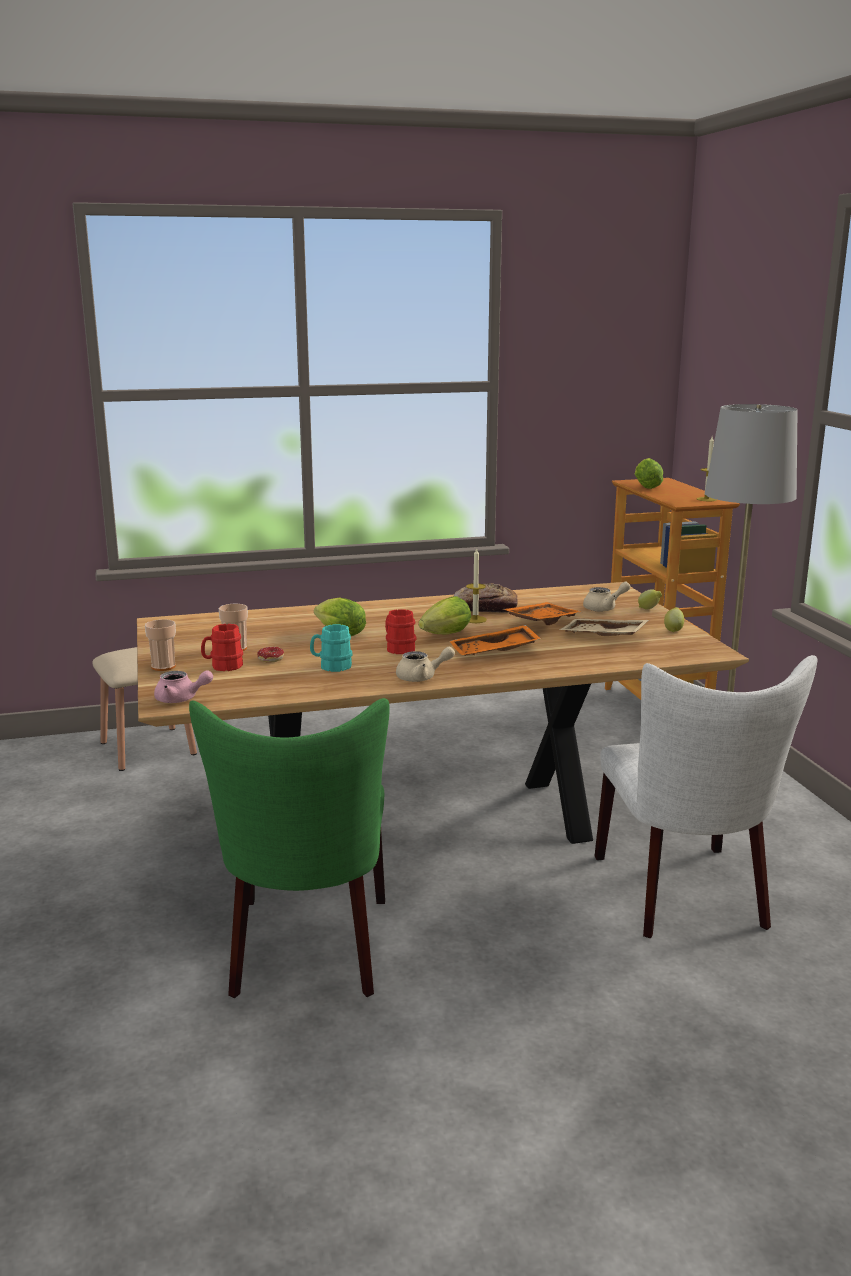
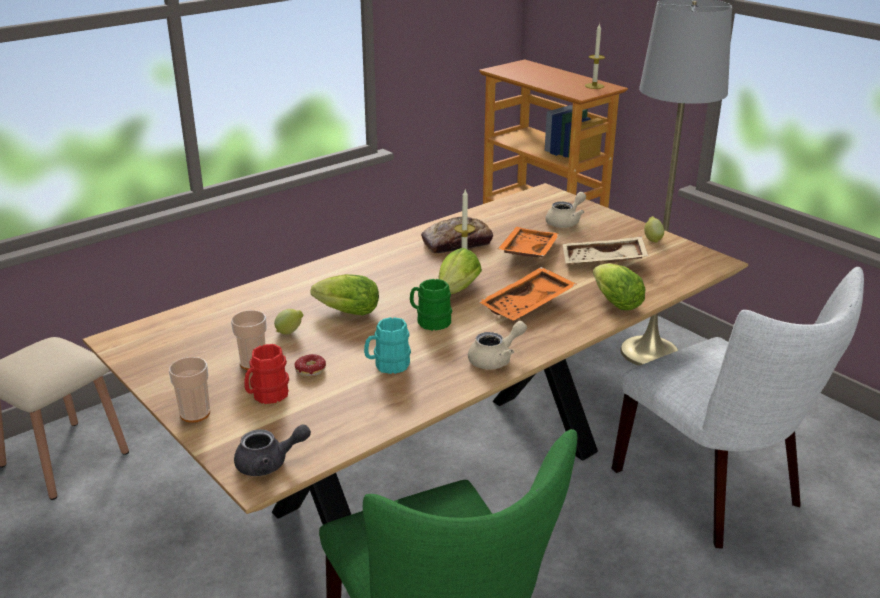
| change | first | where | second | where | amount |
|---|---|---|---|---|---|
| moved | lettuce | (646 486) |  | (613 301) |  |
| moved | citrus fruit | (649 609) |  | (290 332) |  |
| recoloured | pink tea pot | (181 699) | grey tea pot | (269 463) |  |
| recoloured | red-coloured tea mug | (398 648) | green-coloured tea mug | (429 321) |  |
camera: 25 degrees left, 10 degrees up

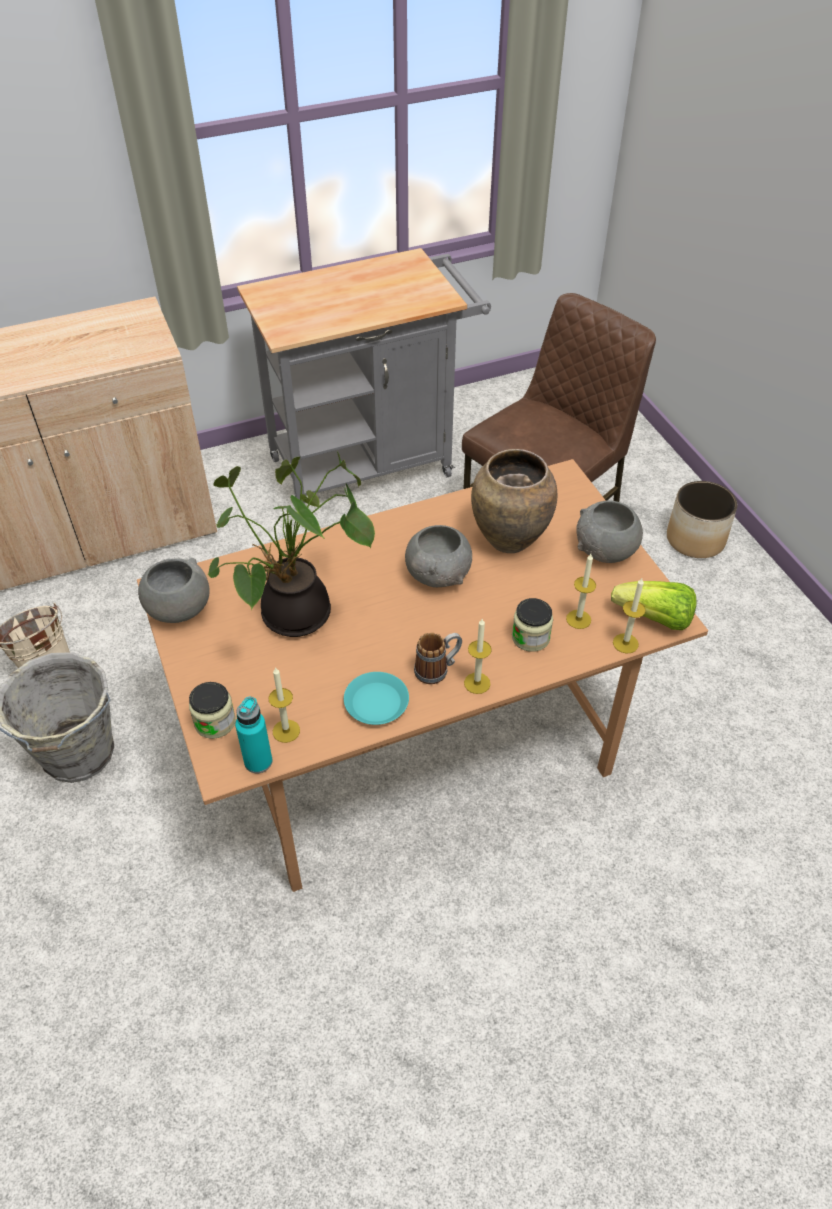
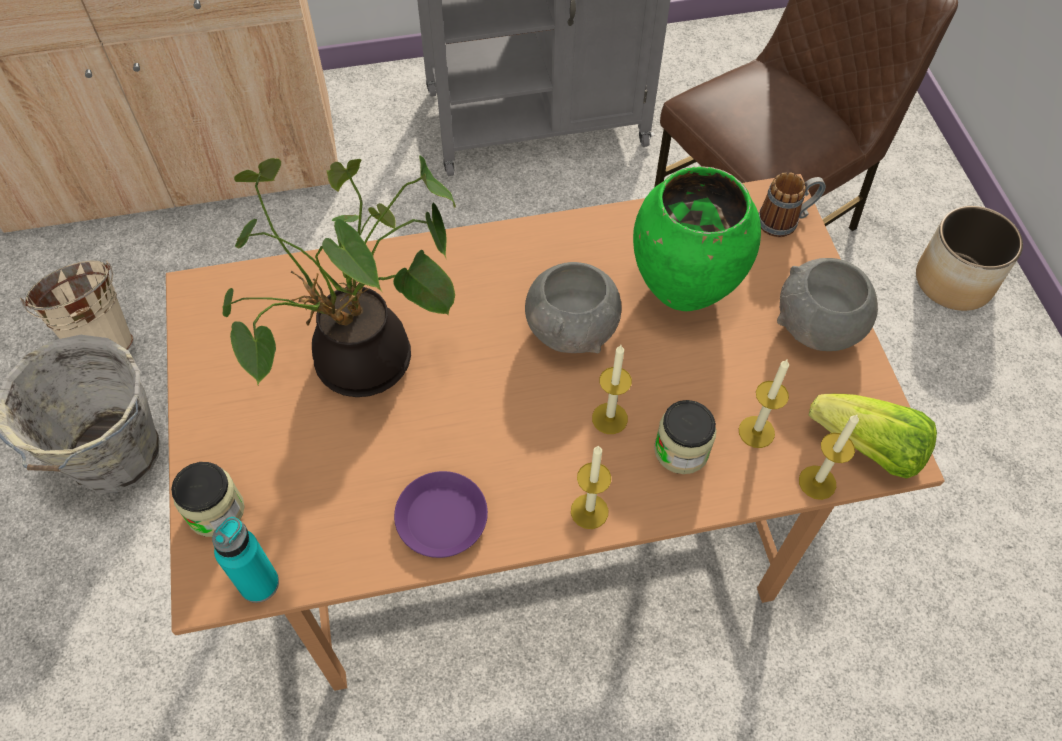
| change | first | where | second | where | amount |
|---|---|---|---|---|---|
| removed | grey serving bowl | (178 609) |  |  |  |
| moved | wax light | (286 731) |  | (609 418) |  |
| moved | tea mug | (437 669) |  | (785 221) |  |
| recoloured | turquoise plate | (377 702) | purplish plate | (442 518) |  |
| recoloured | brown-coloured decorative vase | (508 539) | green-coloured decorative vase | (682 288) |  |
camera: 10 degrees right, 10 degrees up

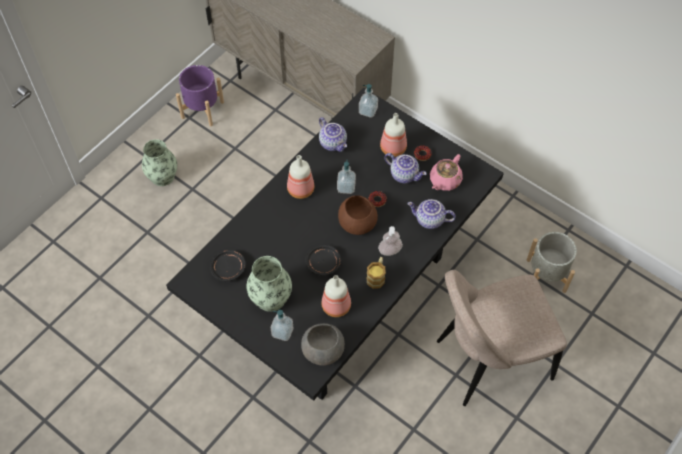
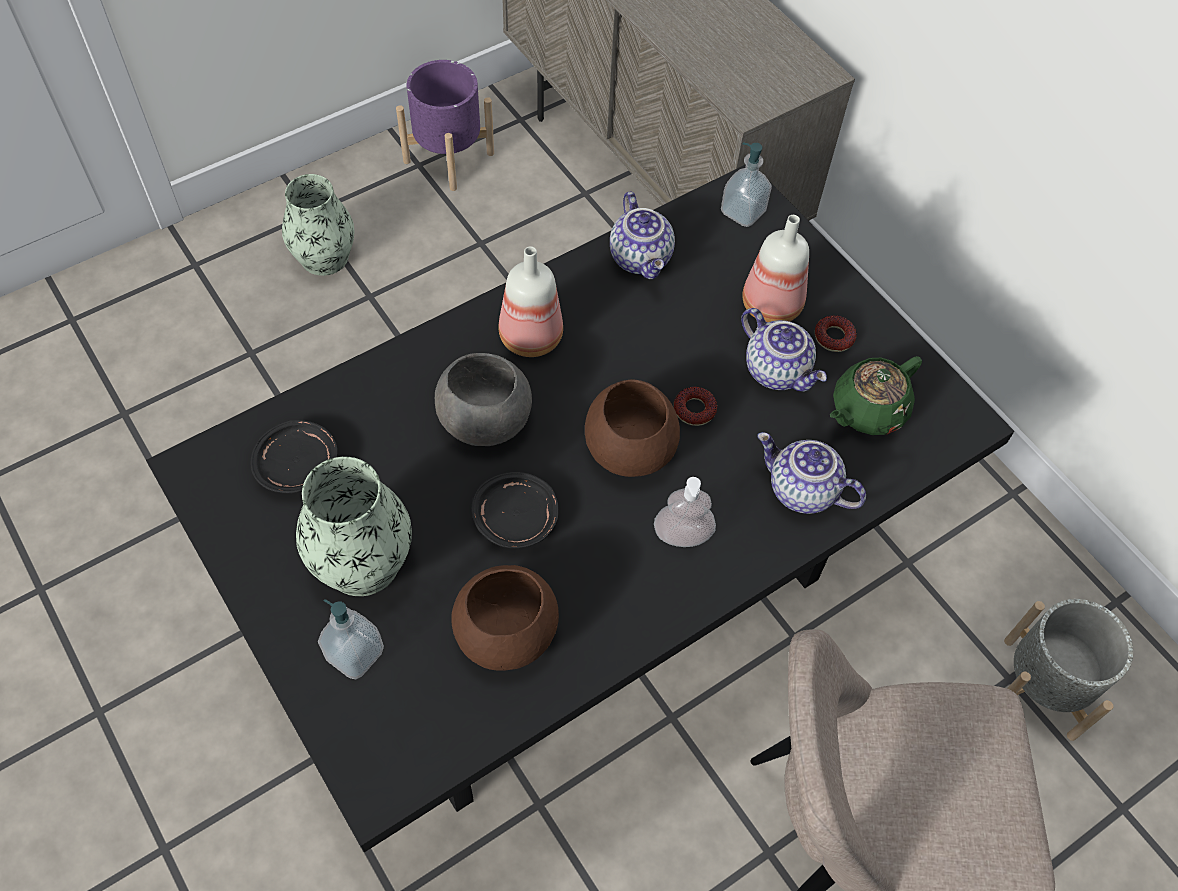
| change | first | where | second | where | amount |
|---|---|---|---|---|---|
| removed | soap bottle | (346 187) |  |  |  |
| removed | tea mug | (377 276) |  |  |  |
| moved | grey serving bowl | (322 350) |  | (482 418) |  |
| replaced | beverage bottle | (337 306) | brown-coloured serving bowl | (508 631) |  |
| recoloured | pink tea pot | (444 181) | green-coloured tea pot | (867 410) |  |
camera: 15 degrees right, 0 degrees up

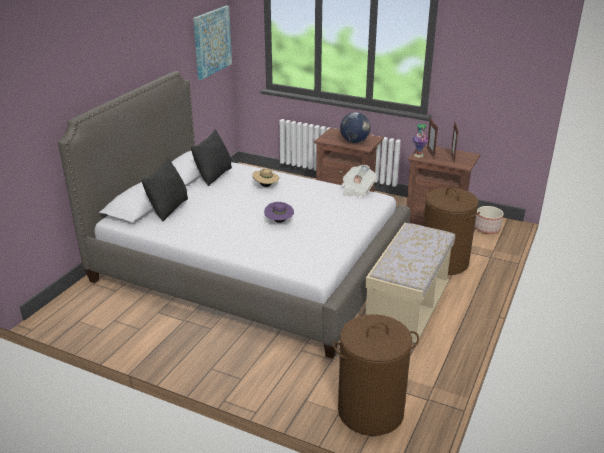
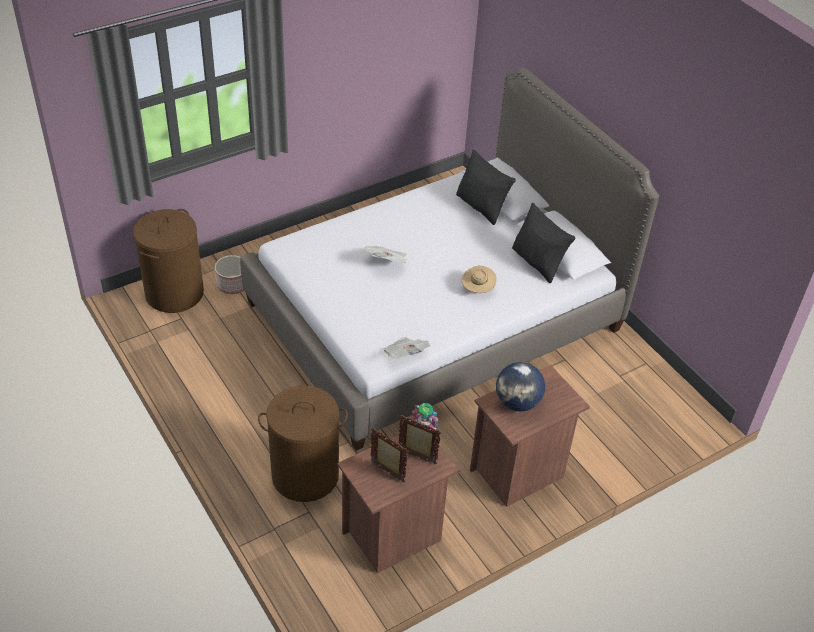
| change | first | where | second | where | amount |
|---|---|---|---|---|---|
| removed | picture | (212 42) |  |  |  |
| removed | beige long seat | (407 309) |  |  |  |
| moved | plant pot | (487 229) |  | (233 284) |  |
| replaced | purplish hat | (279 221) | daily paper | (387 262) |  |
camera: 120 degrees right, 15 degrees up

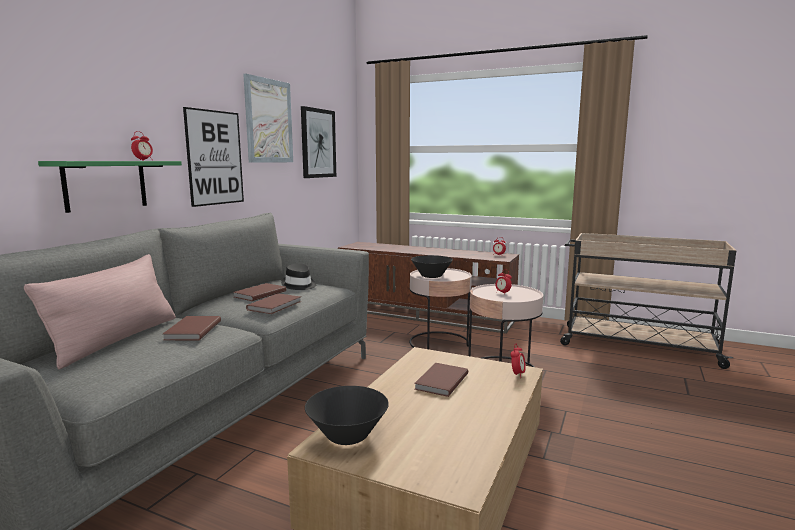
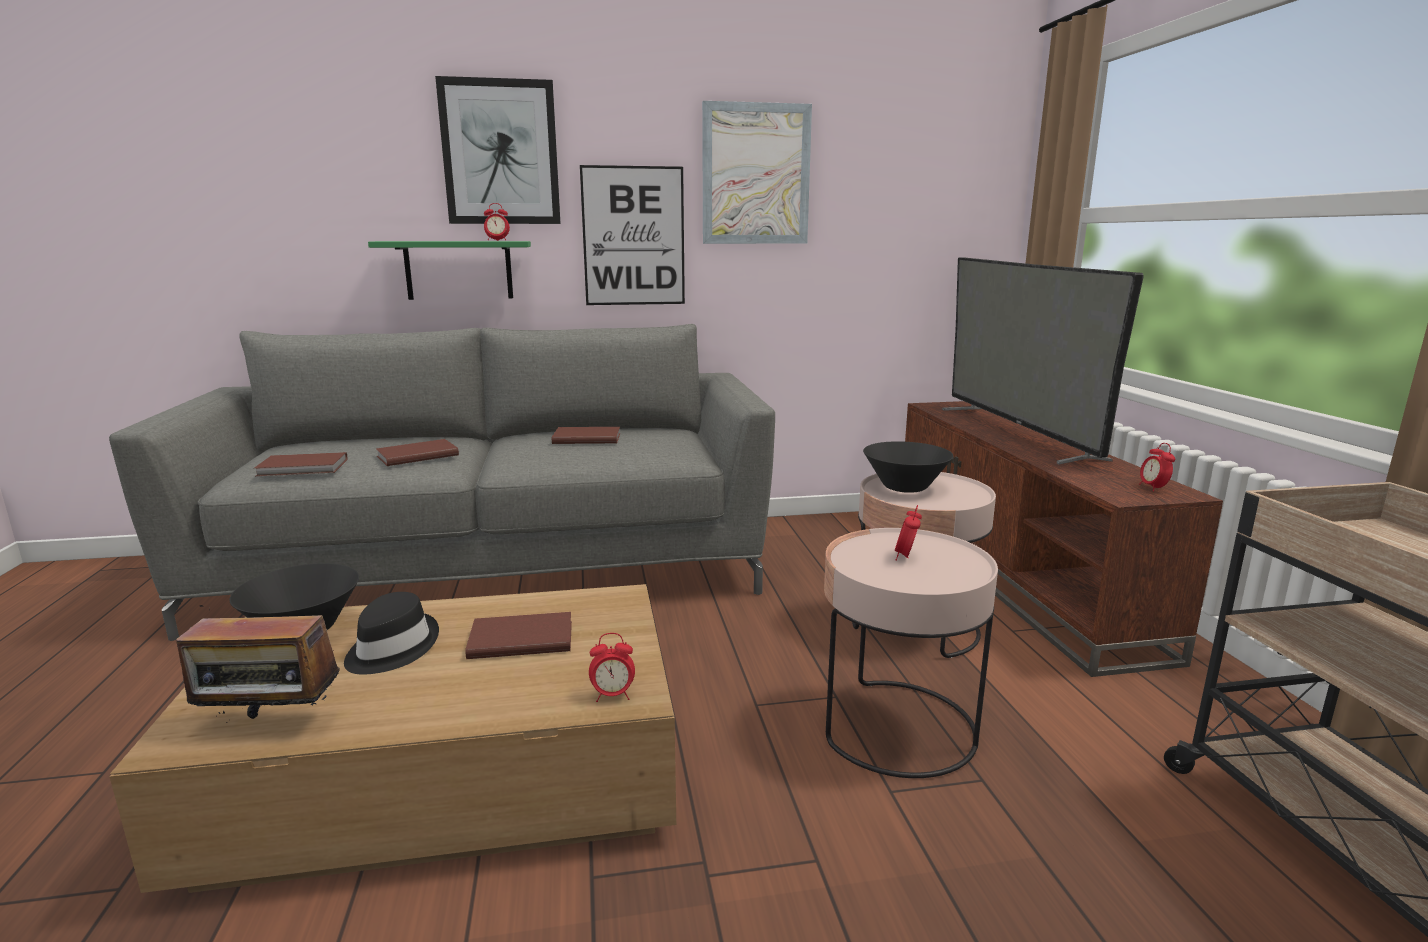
| change | first | where | second | where | amount |
|---|---|---|---|---|---|
| removed | pink pillow | (116 340) |  |  |  |
| added |  |  | radio | (270 724) |  |
| added |  |  | television | (1016 432) |  |
| moved | brown-coloured book | (276 305) |  | (303 468) |  |
| moved | blackish hat | (299 285) |  | (391 648) |  |
| moved | picture | (318 143) |  | (500 153) |  |
camera: 55 degrees right, 5 degrees up

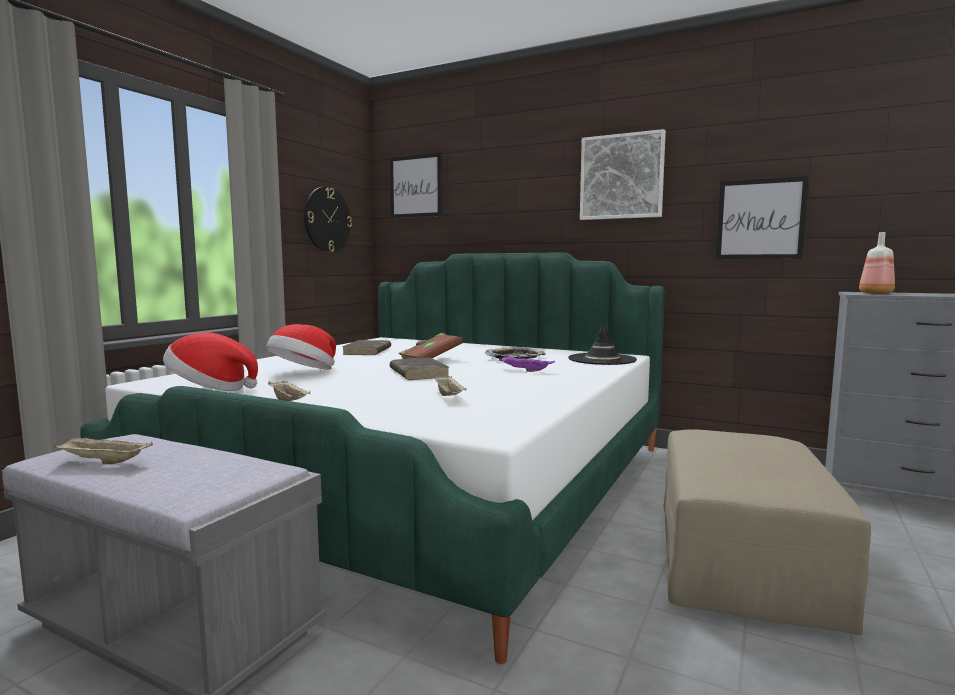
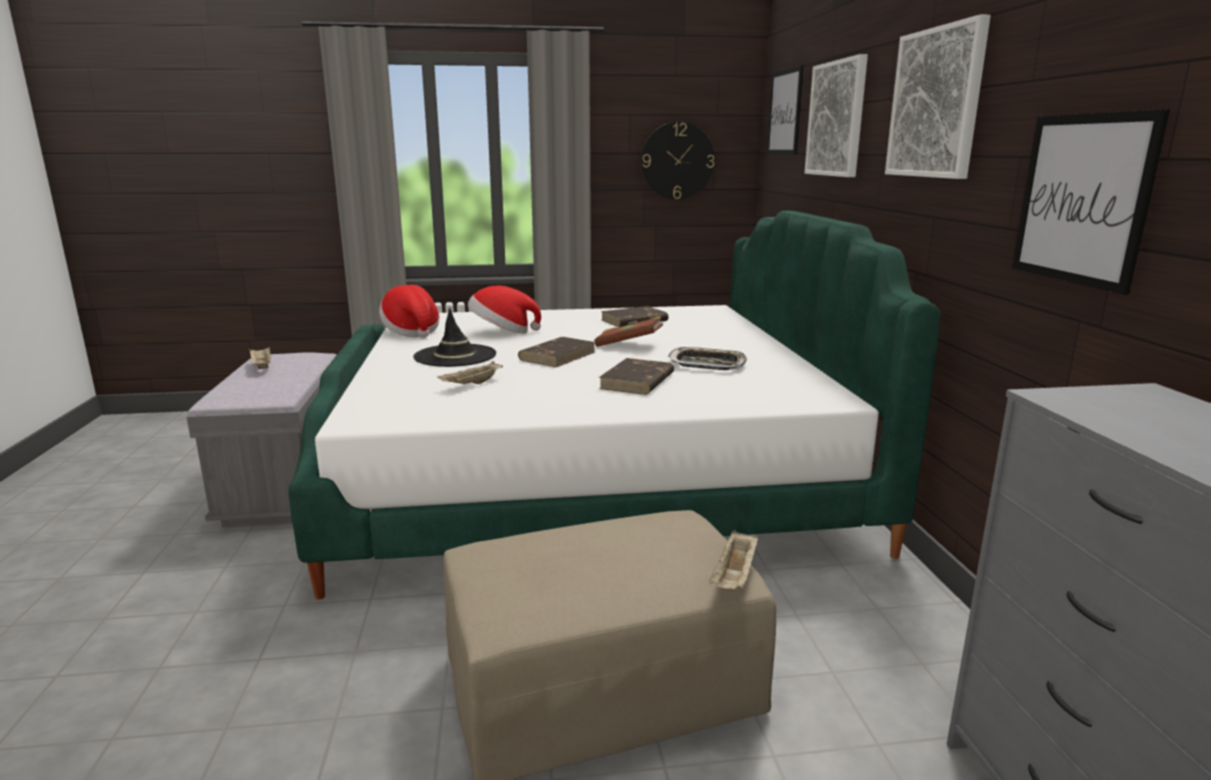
| change | first | where | second | where | amount |
|---|---|---|---|---|---|
| removed | beverage bottle | (876 293) |  |  |  |
| added |  |  | picture | (837 119) |  |
| moved | beige carrying tray | (289 402) |  | (735 576) |  |
| moved | blackish hat | (602 359) |  | (455 356) |  |
| replaced | purplish carrying tray | (524 371) | brown-coloured book | (637 381) |  |
camera: 55 degrees right, 10 degrees up

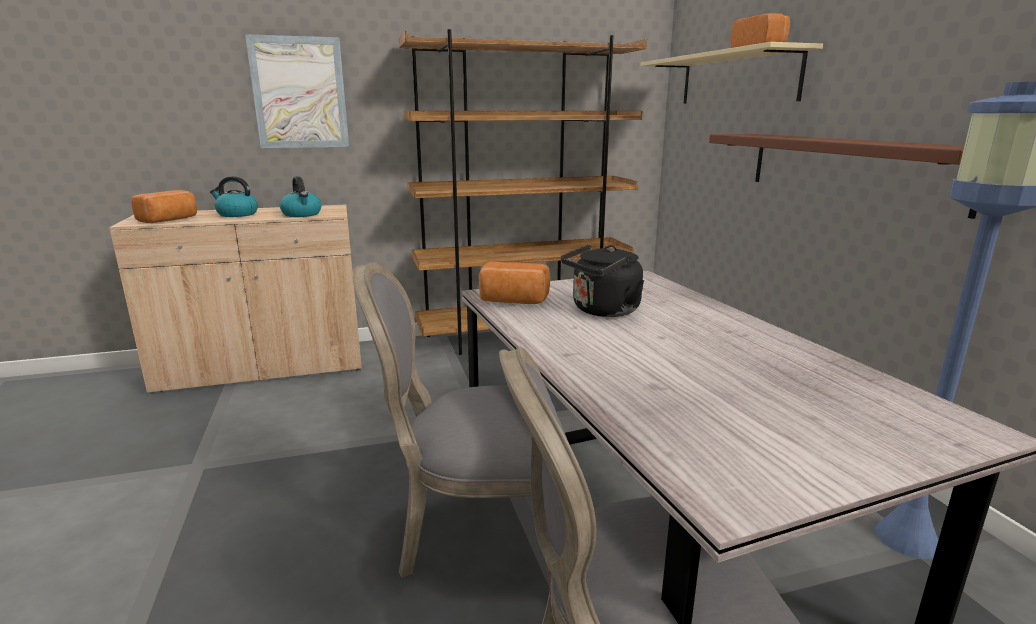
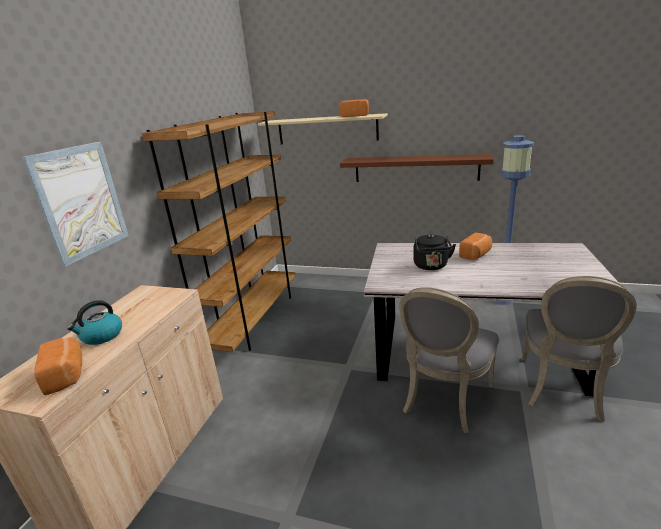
| change | first | where | second | where | amount |
|---|---|---|---|---|---|
| removed | water kettle | (302 214) |  |  |  |
| moved | bakery bread | (513 301) |  | (476 255) |  |
camera: 55 degrees left, 5 degrees up

